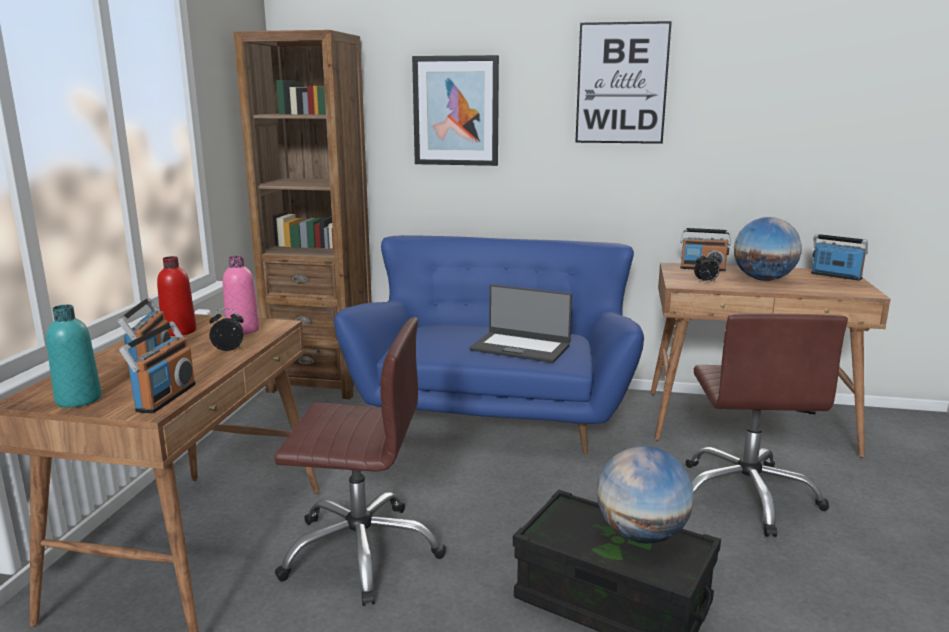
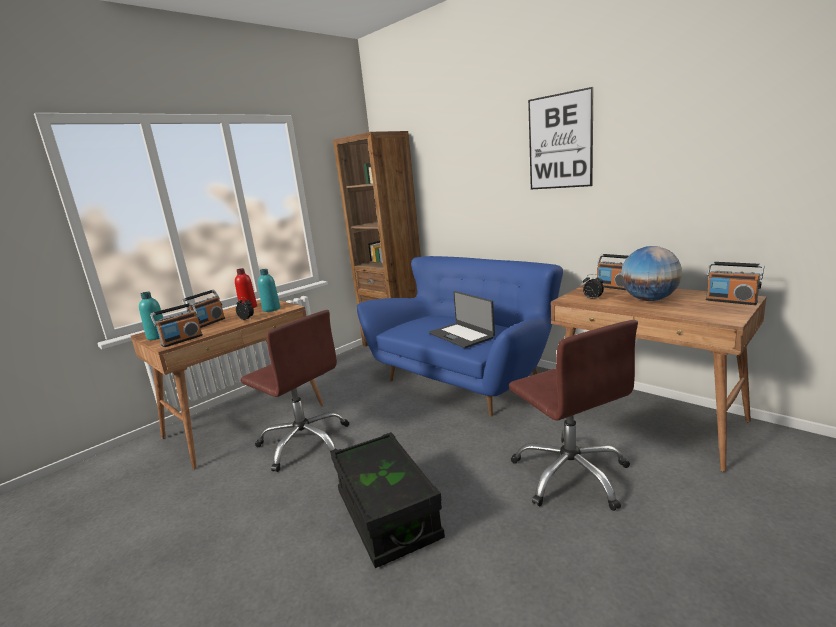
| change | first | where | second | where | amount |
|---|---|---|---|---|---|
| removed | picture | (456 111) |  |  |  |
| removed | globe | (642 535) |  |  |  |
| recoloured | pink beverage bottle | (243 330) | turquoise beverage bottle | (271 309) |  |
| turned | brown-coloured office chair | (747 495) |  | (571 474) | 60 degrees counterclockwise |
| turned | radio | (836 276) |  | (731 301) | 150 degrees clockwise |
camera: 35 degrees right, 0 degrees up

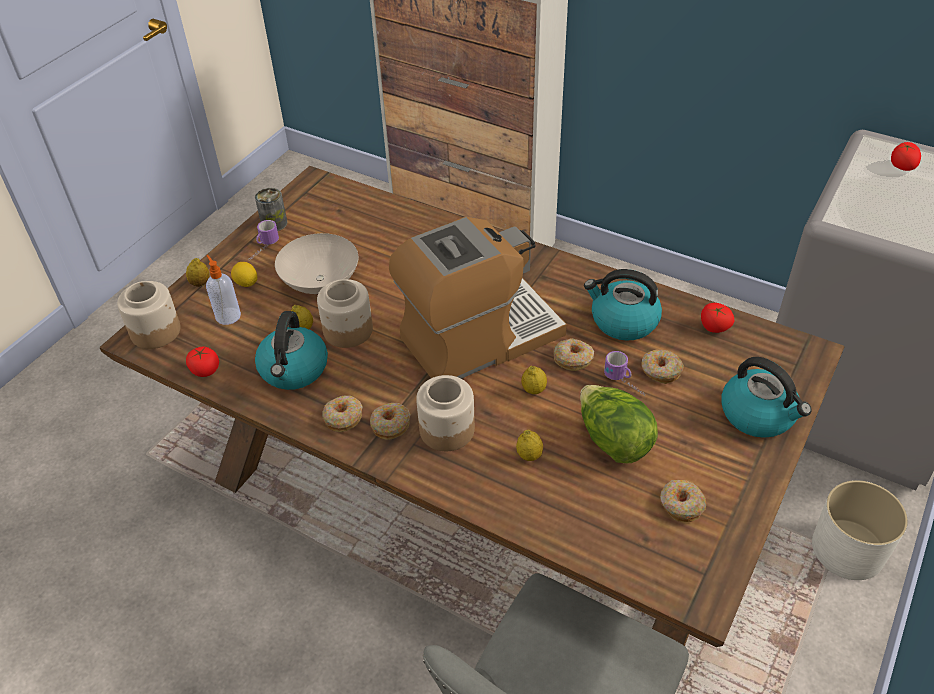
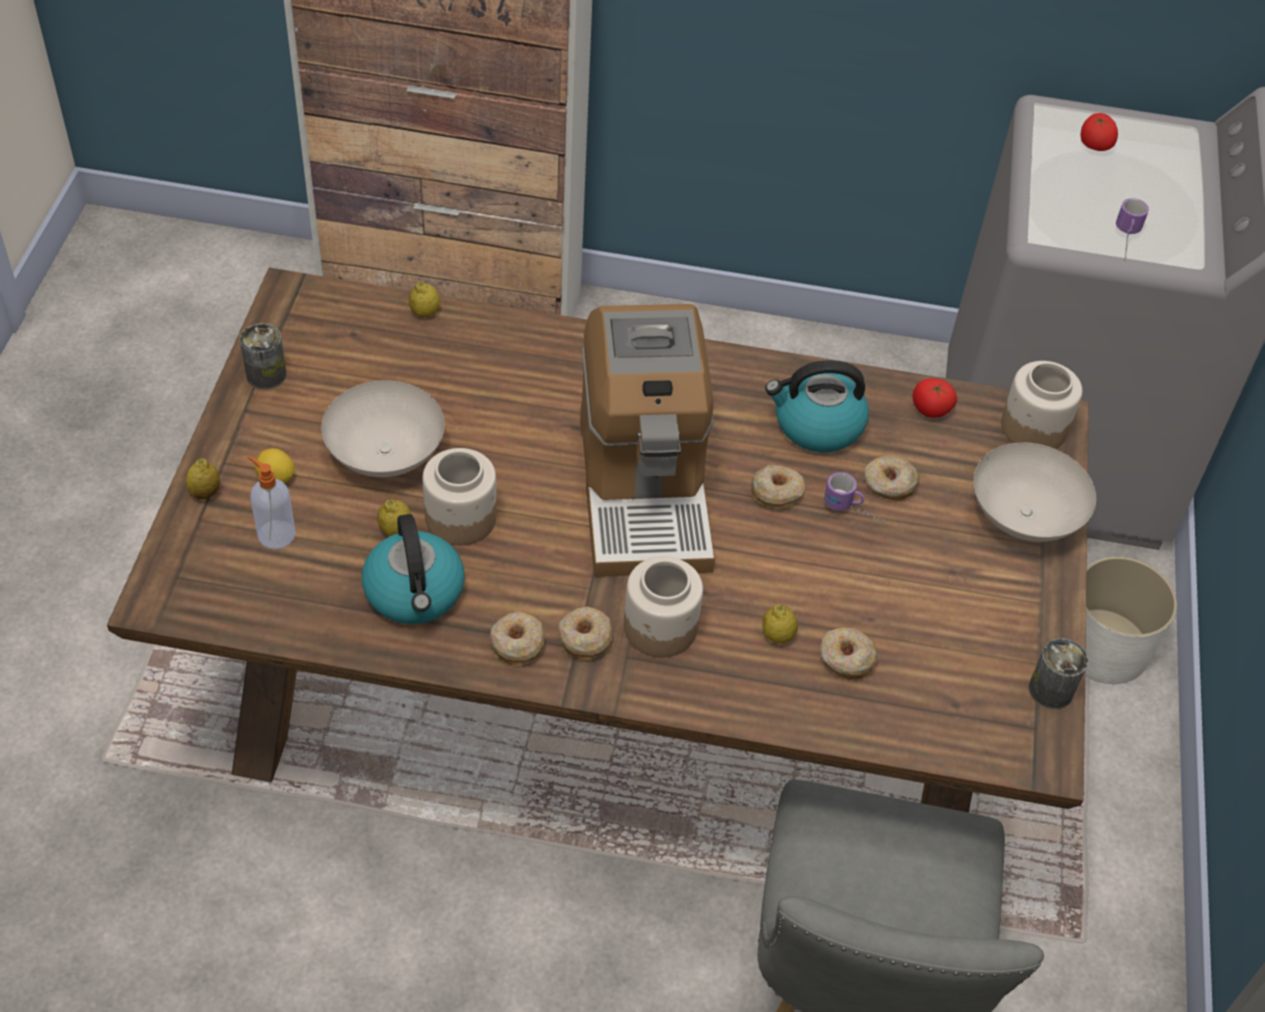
| change | first | where | second | where | amount |
|---|---|---|---|---|---|
| removed | fresh tomato | (205 369) |  |  |  |
| removed | lettuce | (613 441) |  |  |  |
| added |  |  | sealed can | (1050 690) |  |
| moved | jar | (155 331) |  | (1033 427) |  |
| moved | tea mug | (262 250) |  | (1125 242) |  |
| moved | citrus fruit | (533 390) |  | (425 312) |  |
| moved | ring doughnut | (681 505) |  | (846 659) |  |
| replaced | water kettle | (759 414) | whitish serving bowl | (1024 516) |  |
| turned | coffee maker | (479 338) |  | (644 490) | 135 degrees clockwise |
camera: 25 degrees left, 5 degrees up

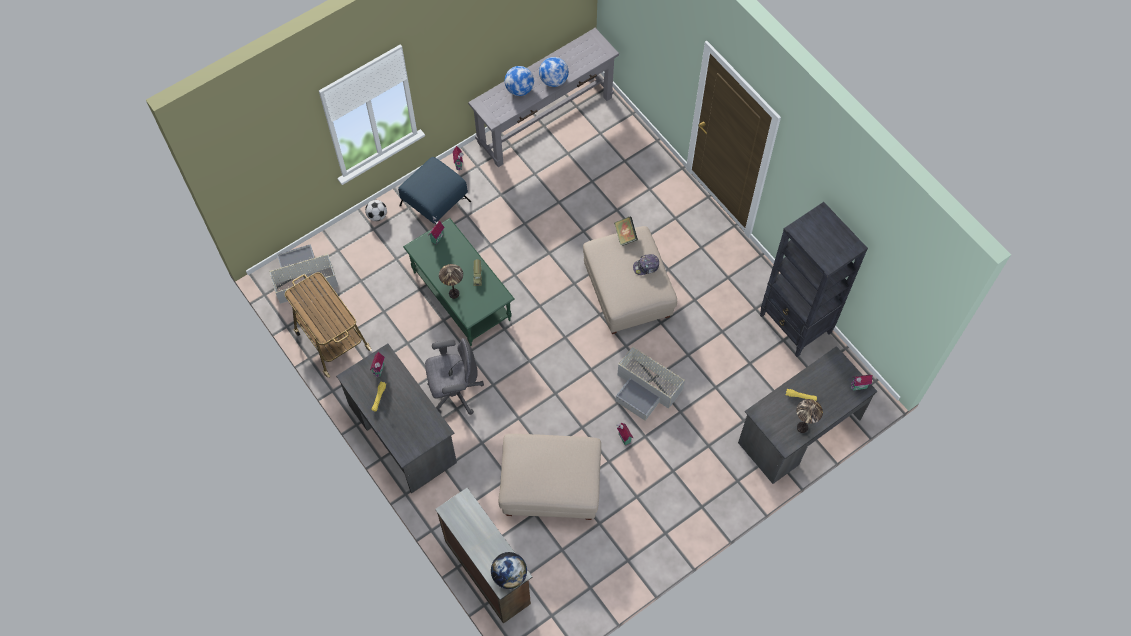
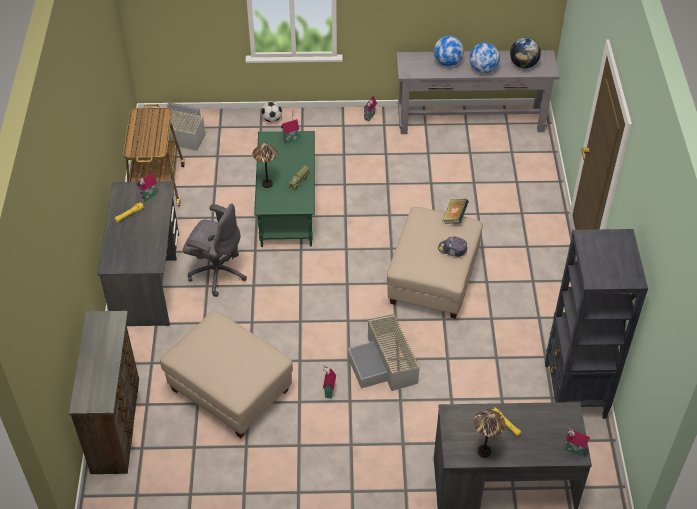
| change | first | where | second | where | amount |
|---|---|---|---|---|---|
| removed | bluish ottoman | (435 203) |  |  |  |
| moved | globe | (509 575) |  | (523 64) |  |
camera: 35 degrees right, 15 degrees down

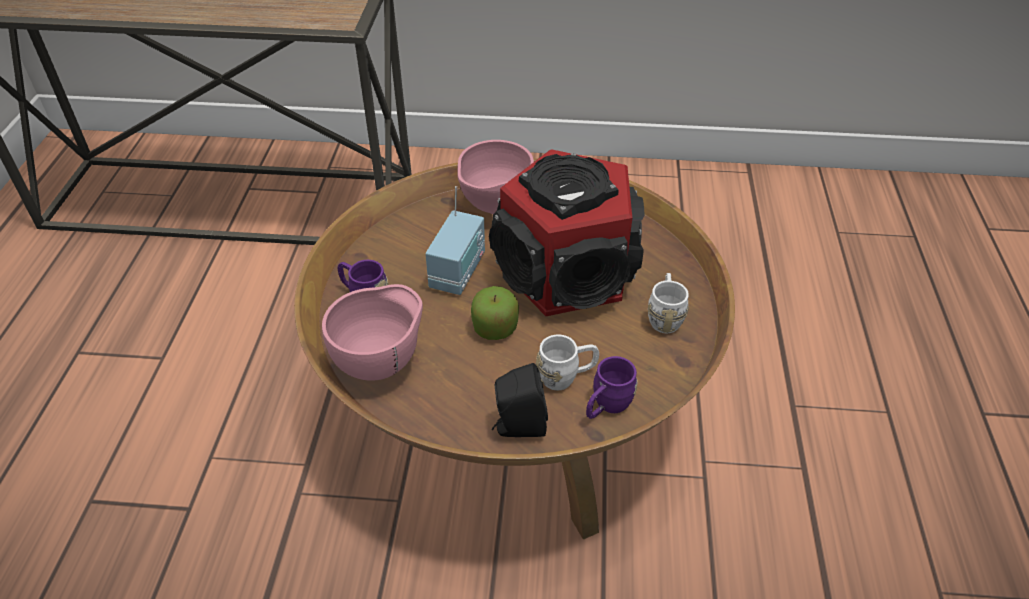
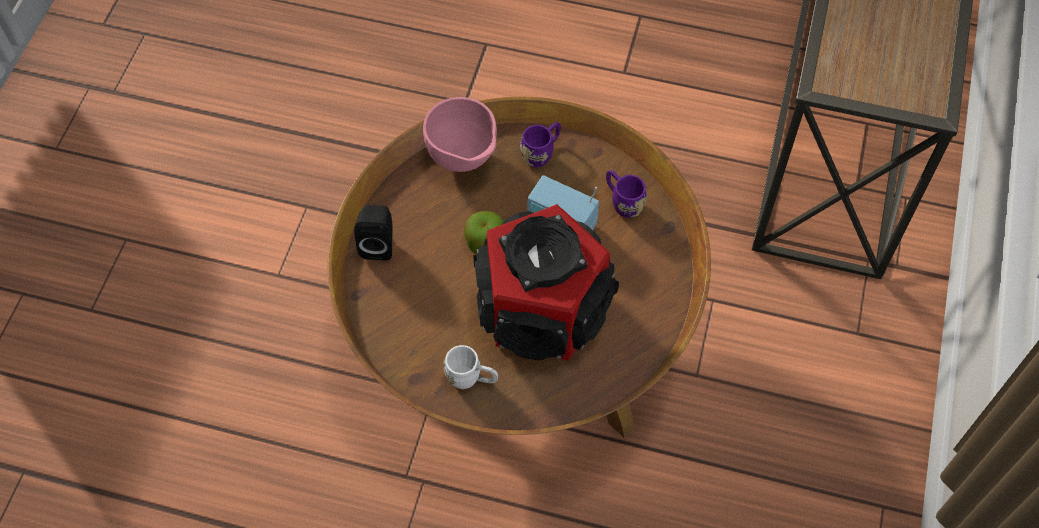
| change | first | where | second | where | amount |
|---|---|---|---|---|---|
| removed | pink serving bowl | (494 209) |  |  |  |
| removed | whitish tea mug | (566 376) |  |  |  |
| moved | purplish tea mug | (606 406) |  | (622 202) |  |
camera: 100 degrees right, 15 degrees up

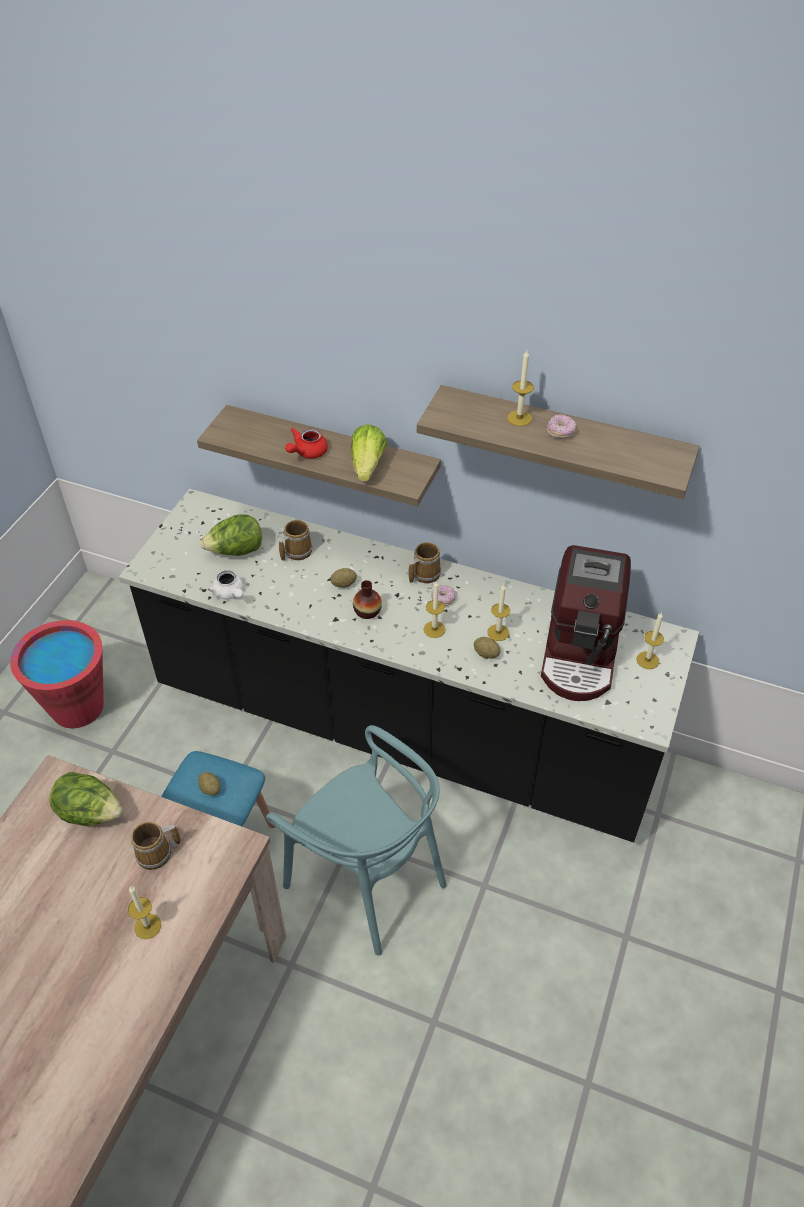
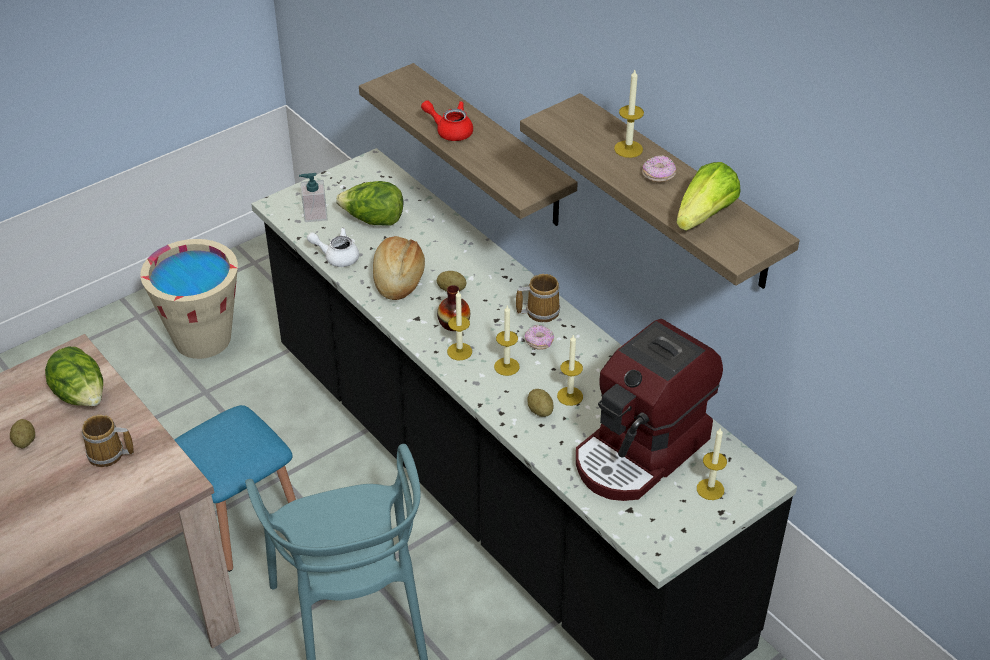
| change | first | where | second | where | amount |
|---|---|---|---|---|---|
| removed | tea mug | (296 551) |  |  |  |
| added |  |  | soap bottle | (315 214) |  |
| added |  |  | bakery bread | (397 279) |  |
| moved | wax light | (147 926) |  | (459 351) |  |
| moved | whole potato | (210 789) |  | (25 441) |  |
| moved | lettuce | (367 466) |  | (704 216) |  |
| recoloured | red-coloured water bucket | (77 707) | beige water bucket | (202 339) |  |
| turned | whitish tea pot | (230 594) |  | (337 257) | 105 degrees clockwise |
| turned | red-coloured tea pot | (307 452) |  | (450 131) | 45 degrees clockwise |
camera: 30 degrees right, 5 degrees down

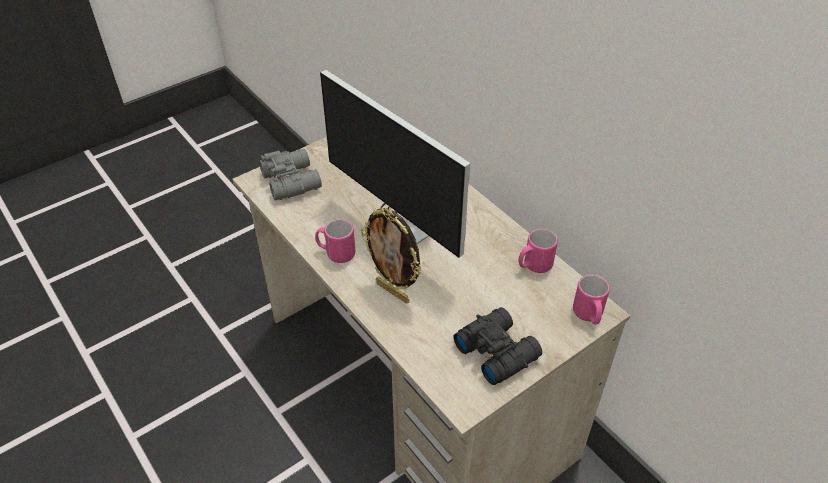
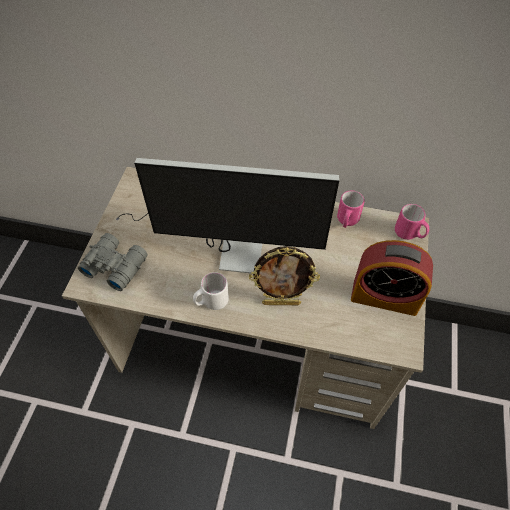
| change | first | where | second | where | amount |
|---|---|---|---|---|---|
| replaced | blackish binoculars | (496 350) | bedside clock | (384 296) |  |
| recoloured | pink tea mug | (336 253) | whitish tea mug | (211 302) |  |
camera: 40 degrees left, 10 degrees up

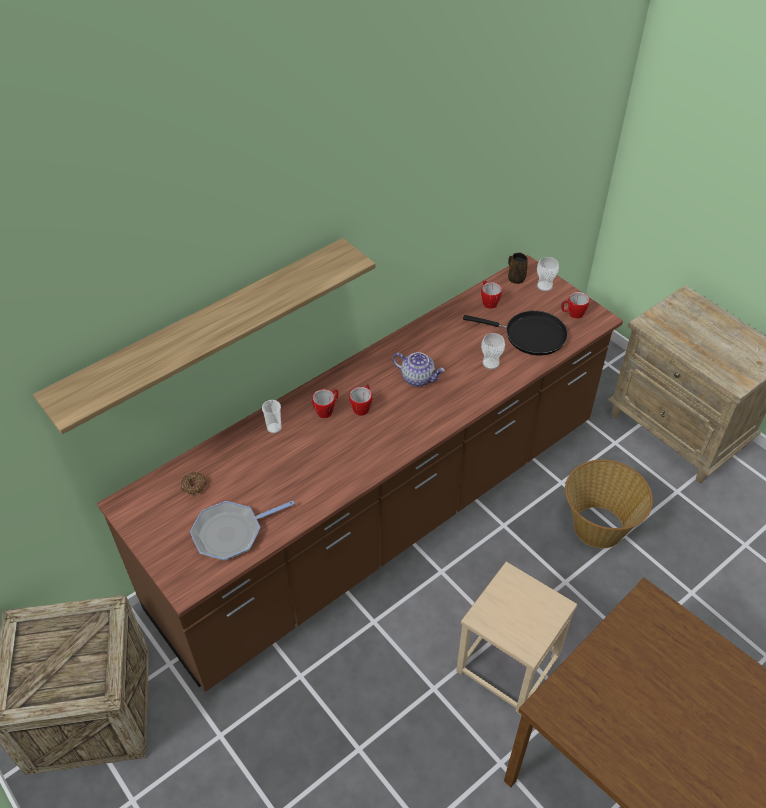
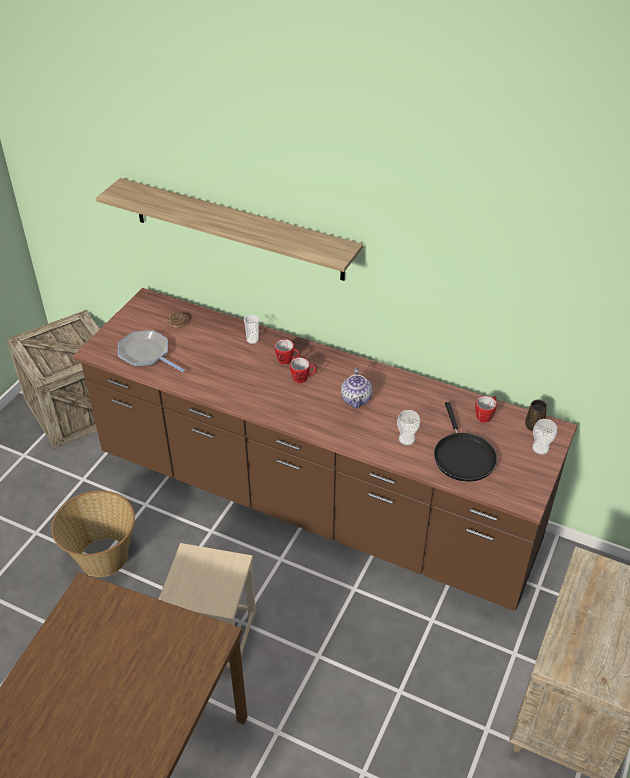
| change | first | where | second | where | amount |
|---|---|---|---|---|---|
| removed | tea mug | (572 314) |  |  |  |
| moved | basket | (598 527) |  | (102 556) |  |
camera: 65 degrees right, 5 degrees down

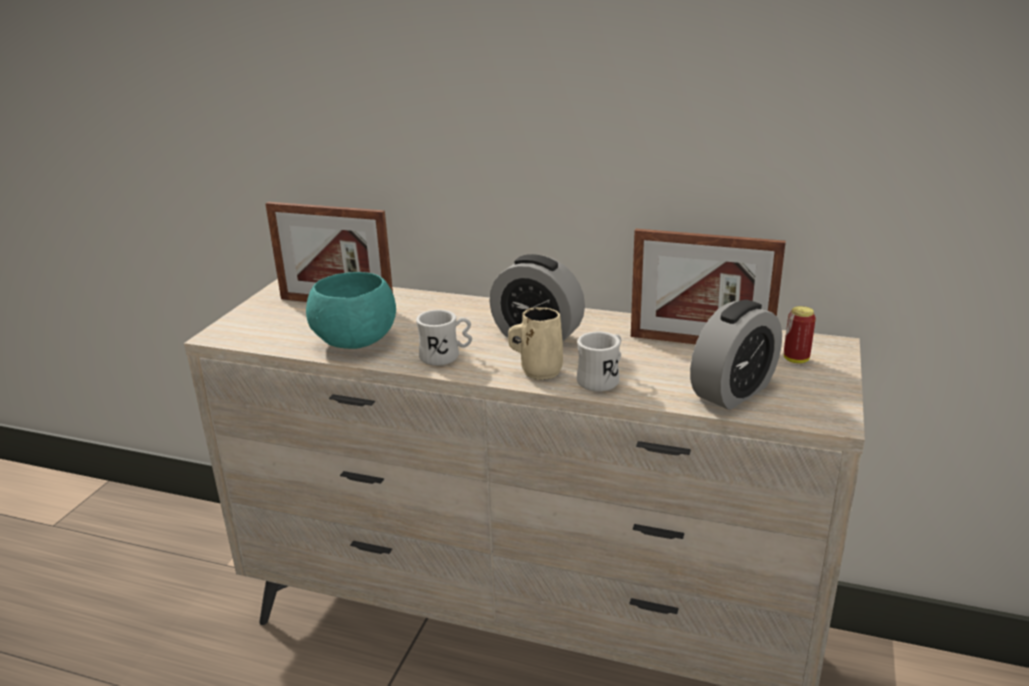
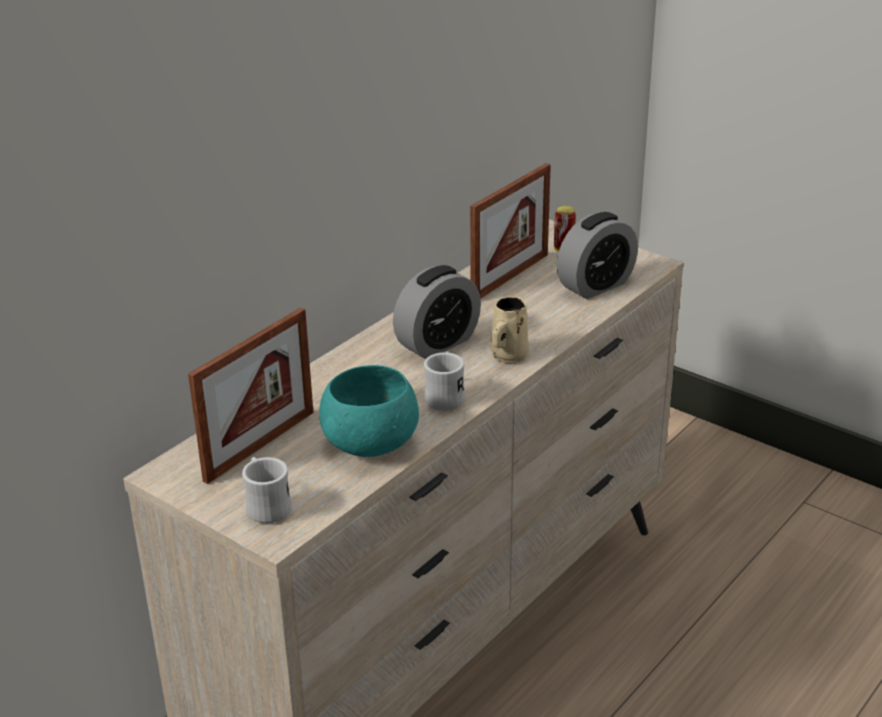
| change | first | where | second | where | amount |
|---|---|---|---|---|---|
| moved | whitish tea mug | (602 379) |  | (266 506) |  |
| turned | bedside clock | (733 391) |  | (596 285) | 75 degrees clockwise |
camera: 70 degrees left, 5 degrees up

